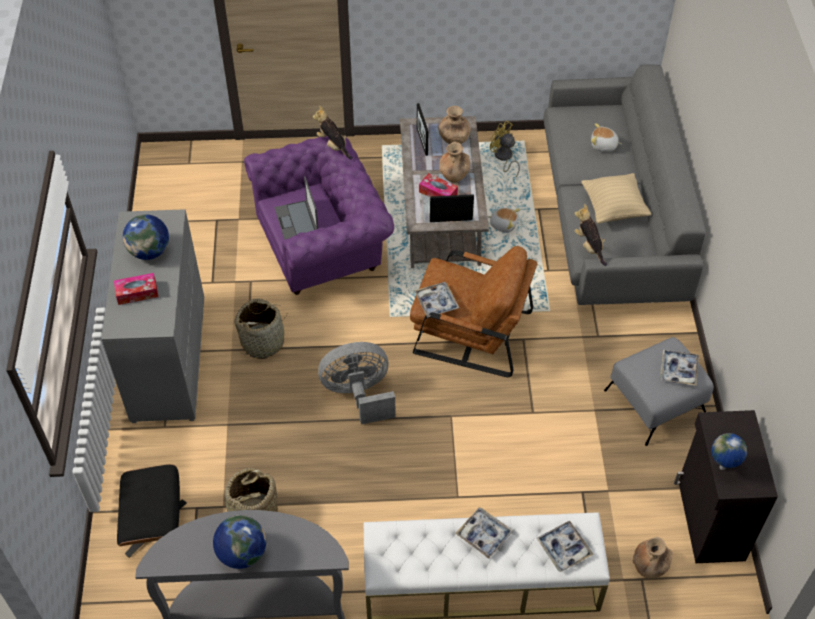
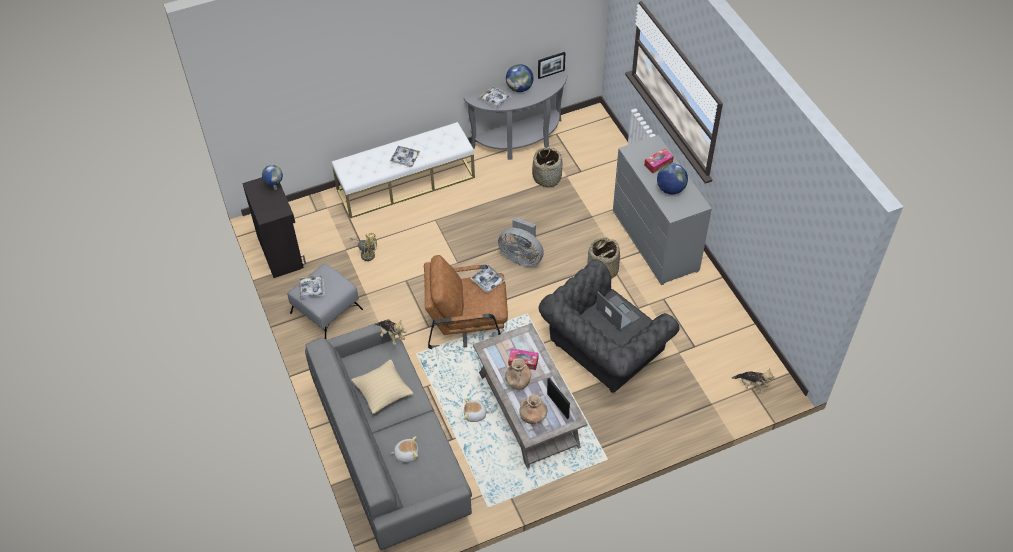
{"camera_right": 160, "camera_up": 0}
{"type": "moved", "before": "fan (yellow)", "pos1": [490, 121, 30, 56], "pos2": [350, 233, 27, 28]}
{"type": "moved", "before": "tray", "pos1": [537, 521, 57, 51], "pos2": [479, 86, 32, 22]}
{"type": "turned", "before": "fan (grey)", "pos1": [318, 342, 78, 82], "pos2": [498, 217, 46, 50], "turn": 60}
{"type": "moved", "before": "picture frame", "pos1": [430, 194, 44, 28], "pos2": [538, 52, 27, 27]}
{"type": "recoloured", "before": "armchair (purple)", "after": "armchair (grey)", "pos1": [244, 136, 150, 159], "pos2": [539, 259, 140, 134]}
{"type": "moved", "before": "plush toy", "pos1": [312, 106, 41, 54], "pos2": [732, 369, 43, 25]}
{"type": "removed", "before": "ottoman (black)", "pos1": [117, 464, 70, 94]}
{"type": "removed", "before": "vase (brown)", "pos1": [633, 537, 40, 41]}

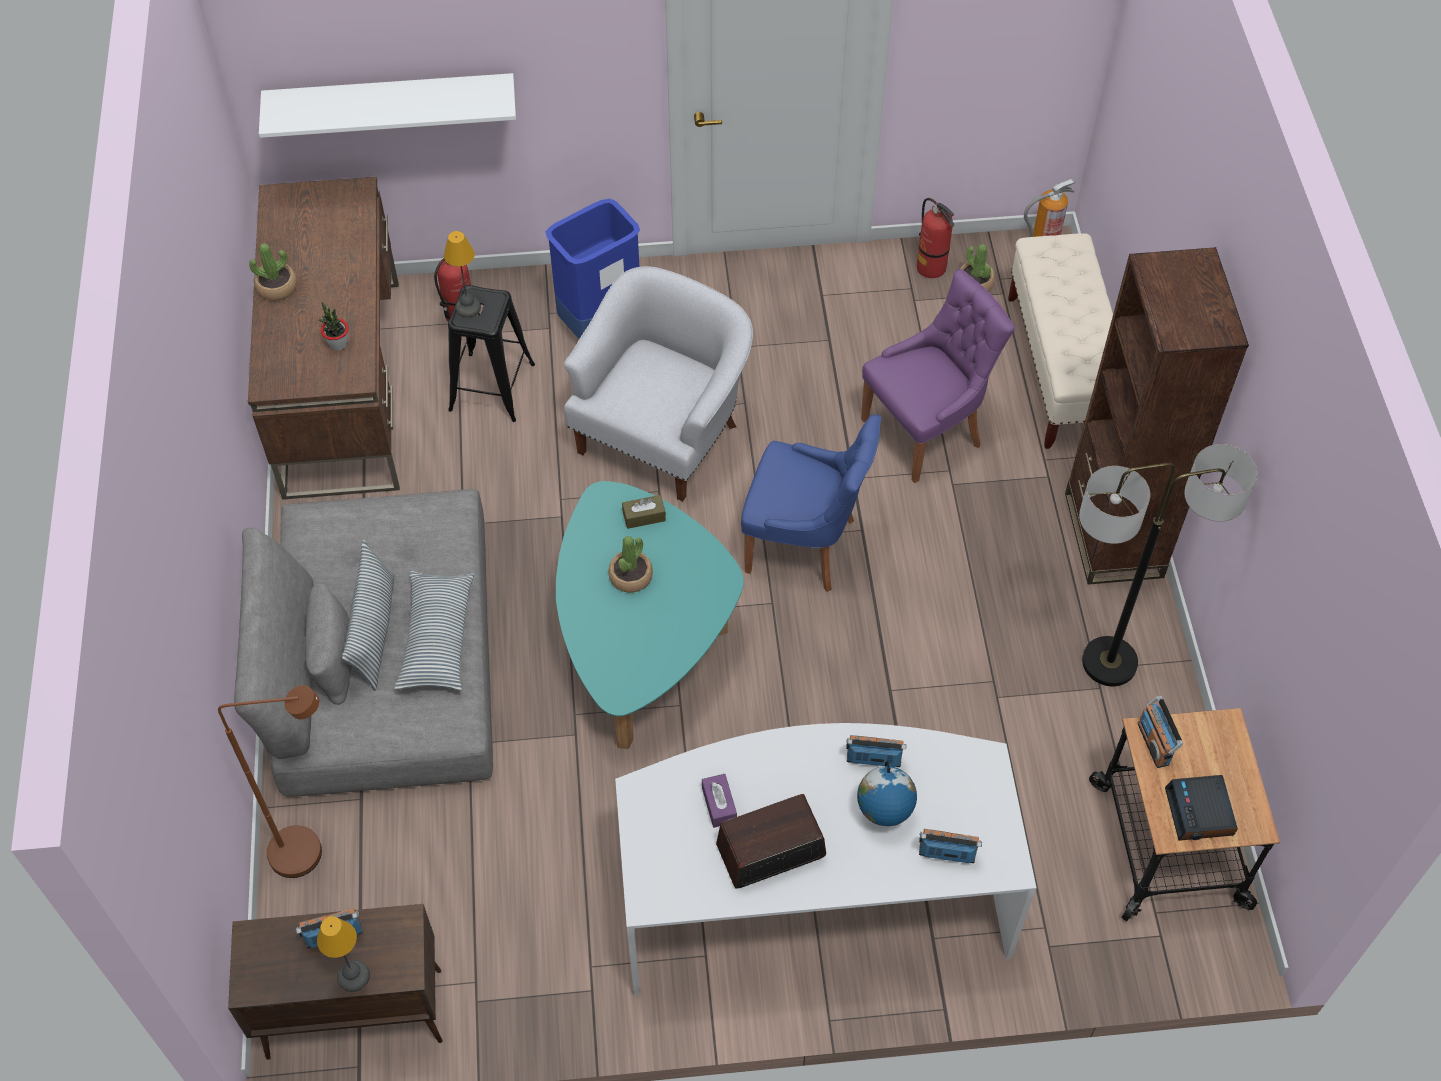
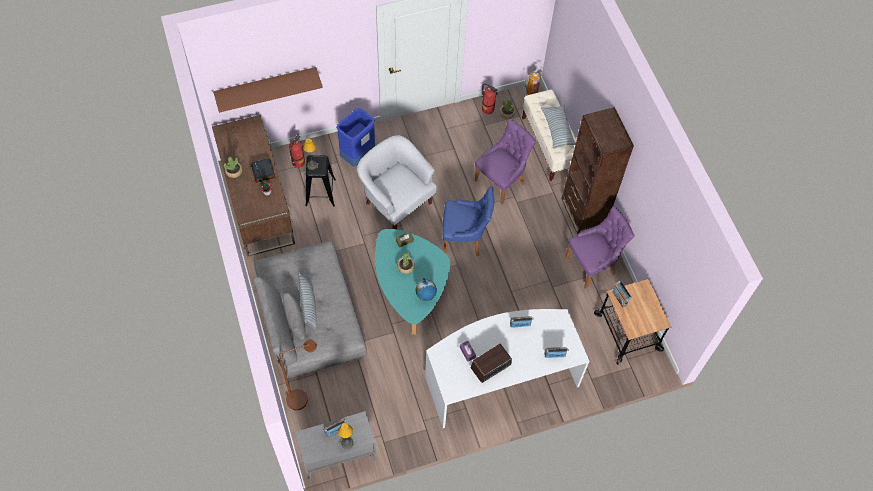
{"camera_right": -15, "camera_up": 5}
{"type": "recoloured", "before": "shelf (white)", "after": "shelf (brown)", "pos1": [259, 73, 257, 65], "pos2": [213, 67, 110, 46]}
{"type": "moved", "before": "alarm clock", "pos1": [1165, 775, 73, 66], "pos2": [251, 158, 24, 25]}
{"type": "recoloured", "before": "cabinet (brown)", "after": "cabinet (grey)", "pos1": [228, 904, 215, 156], "pos2": [295, 411, 81, 70]}
{"type": "turned", "before": "armchair (white)", "pos1": [564, 266, 189, 235], "pos2": [357, 136, 80, 93], "turn": -60}
{"type": "moved", "before": "globe", "pos1": [857, 761, 60, 65], "pos2": [416, 278, 21, 23]}
{"type": "moved", "before": "pillow", "pos1": [394, 571, 80, 120], "pos2": [541, 105, 35, 44]}
{"type": "replaced", "before": "floor lamp", "after": "chair (purple)", "pos1": [1079, 444, 178, 242], "pos2": [565, 206, 70, 83]}

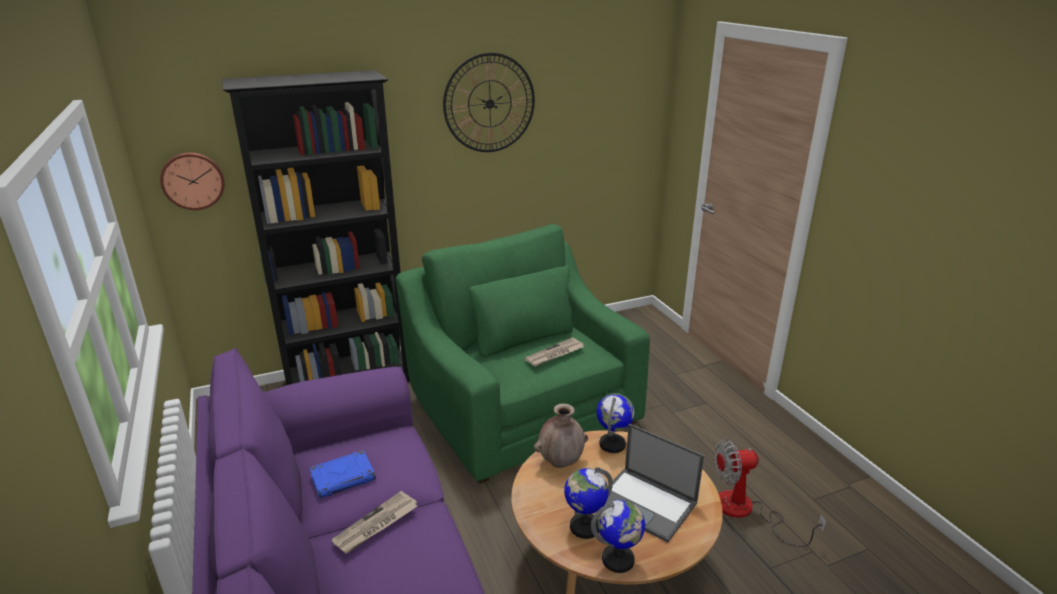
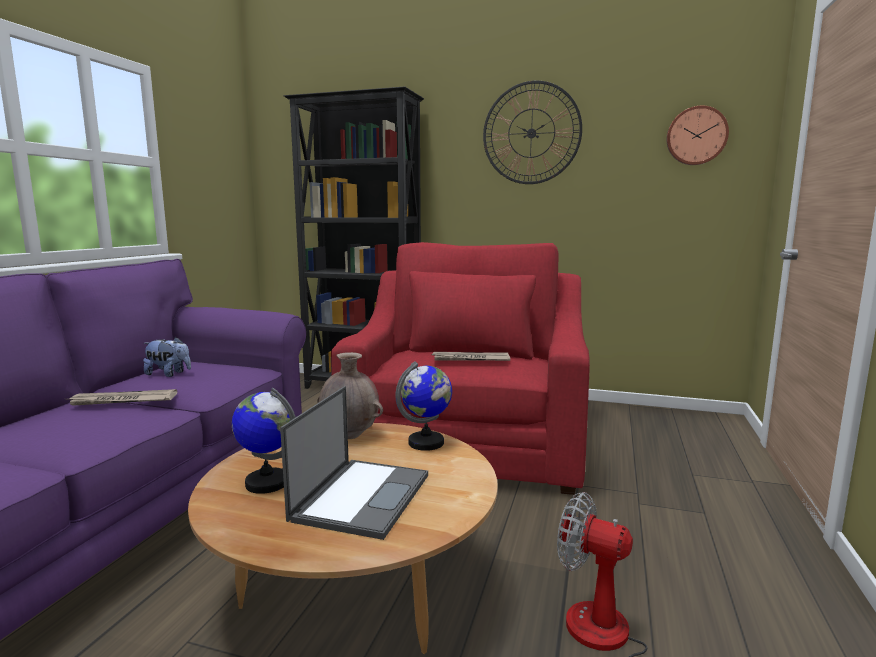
{"camera_right": 40, "camera_up": -15}
{"type": "replaced", "before": "book (blue)", "after": "plush toy", "pos1": [309, 450, 67, 48], "pos2": [143, 337, 48, 40]}
{"type": "turned", "before": "laptop", "pos1": [604, 424, 100, 119], "pos2": [280, 386, 148, 154], "turn": -150}
{"type": "recoloured", "before": "armchair (green)", "after": "armchair (red)", "pos1": [396, 224, 254, 260], "pos2": [331, 242, 259, 253]}
{"type": "moved", "before": "wall clock", "pos1": [160, 152, 65, 58], "pos2": [667, 105, 62, 60]}
{"type": "removed", "before": "globe", "pos1": [591, 500, 54, 73]}

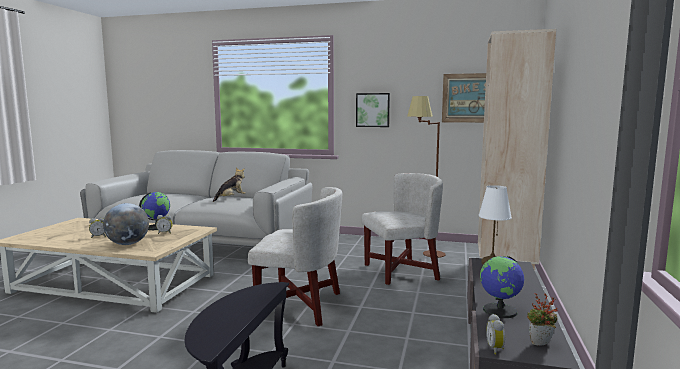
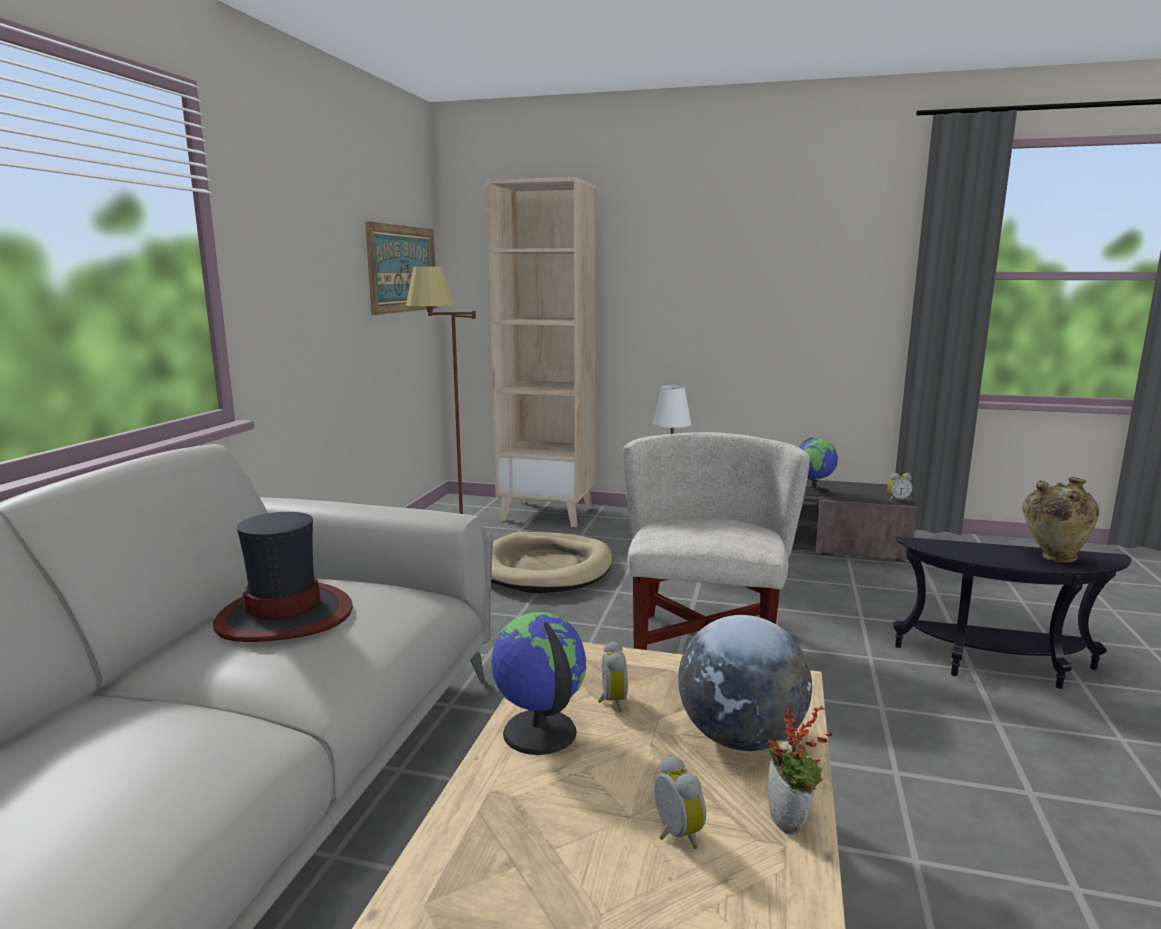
{"camera_right": -90, "camera_up": 5}
{"type": "replaced", "before": "plush toy", "after": "hat", "pos1": [213, 168, 33, 34], "pos2": [213, 512, 140, 130]}
{"type": "replaced", "before": "armchair (white)", "after": "dog bed (beige)", "pos1": [361, 173, 82, 112], "pos2": [491, 532, 121, 61]}
{"type": "moved", "before": "potted plant", "pos1": [527, 293, 31, 53], "pos2": [768, 705, 65, 131]}
{"type": "added", "after": "vase (beige)", "pos2": [1022, 477, 78, 85]}
{"type": "removed", "before": "picture", "pos1": [356, 93, 34, 34]}

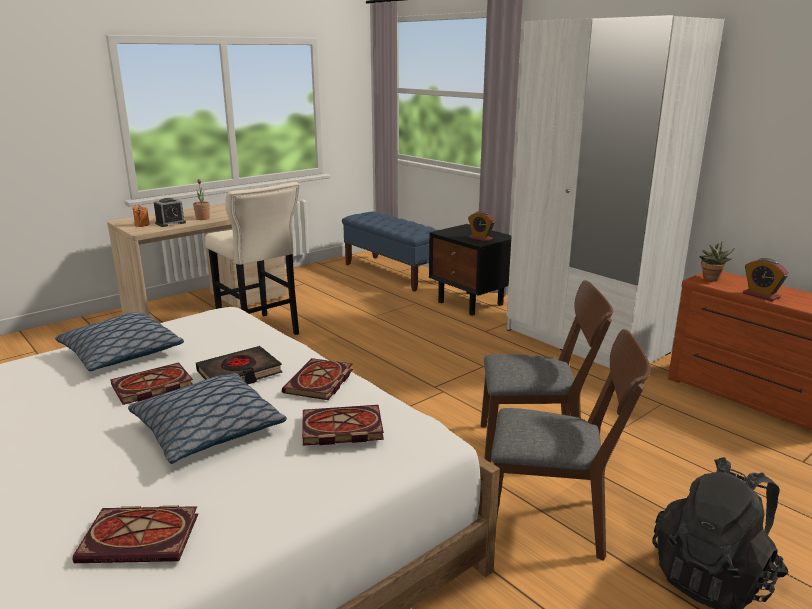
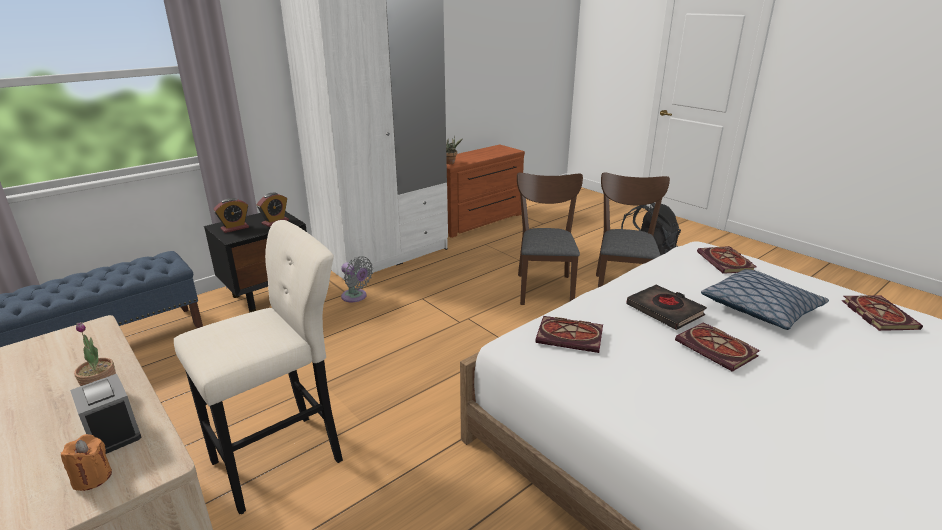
{"camera_right": -90, "camera_up": 5}
{"type": "moved", "before": "alarm clock", "pos1": [743, 258, 46, 43], "pos2": [214, 198, 35, 35]}
{"type": "added", "after": "fan (grey)", "pos2": [341, 256, 32, 46]}
{"type": "moved", "before": "book", "pos1": [282, 358, 71, 42], "pos2": [535, 316, 68, 37]}
{"type": "removed", "before": "pillow", "pos1": [55, 312, 129, 59]}

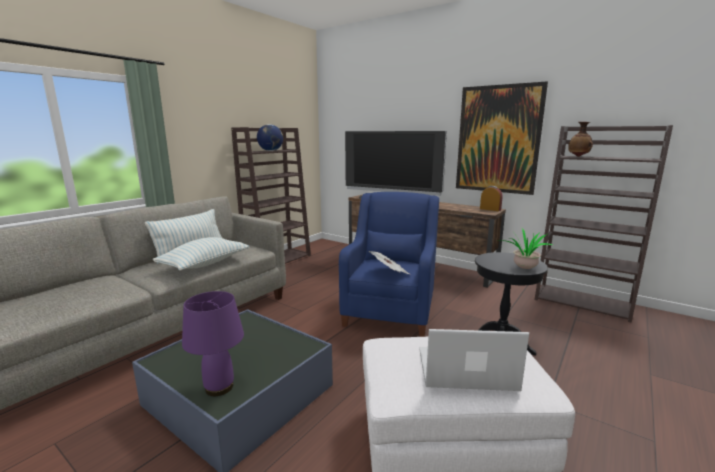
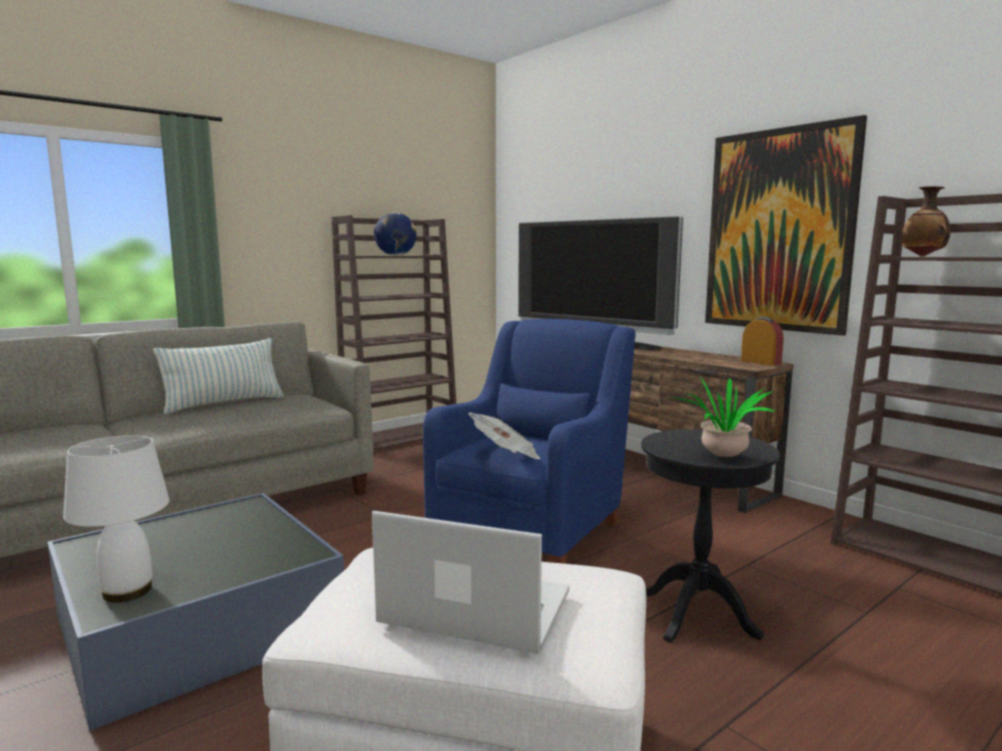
{"camera_right": 15, "camera_up": -5}
{"type": "recoloured", "before": "table lamp (purple)", "after": "table lamp (white)", "pos1": [182, 291, 62, 105], "pos2": [63, 435, 106, 168]}
{"type": "removed", "before": "pillow", "pos1": [153, 237, 97, 34]}

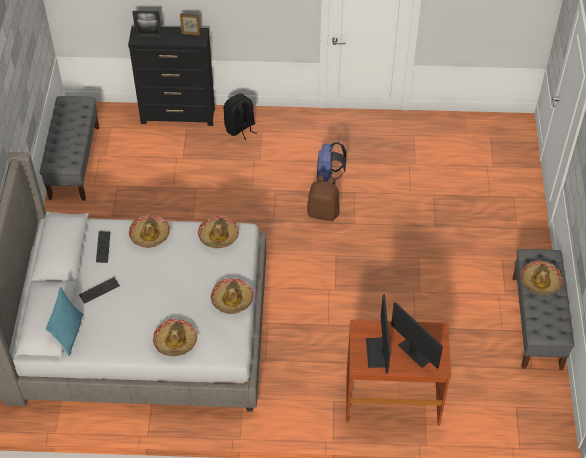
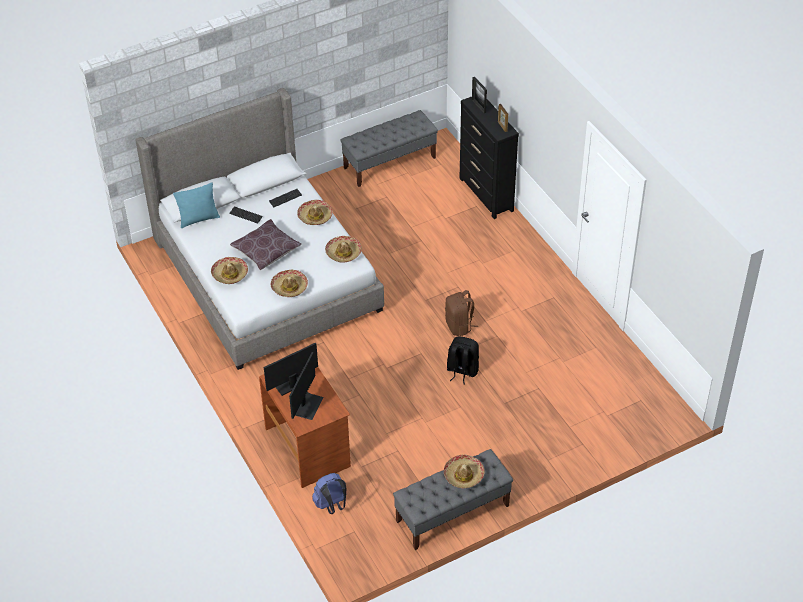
{"camera_right": 60, "camera_up": -5}
{"type": "added", "after": "pillow (brown)", "pos2": [230, 219, 71, 51]}
{"type": "moved", "before": "backpack (blue)", "pos1": [317, 142, 30, 40], "pos2": [312, 473, 34, 41]}
{"type": "moved", "before": "backpack (black)", "pos1": [224, 94, 33, 46], "pos2": [447, 336, 32, 49]}

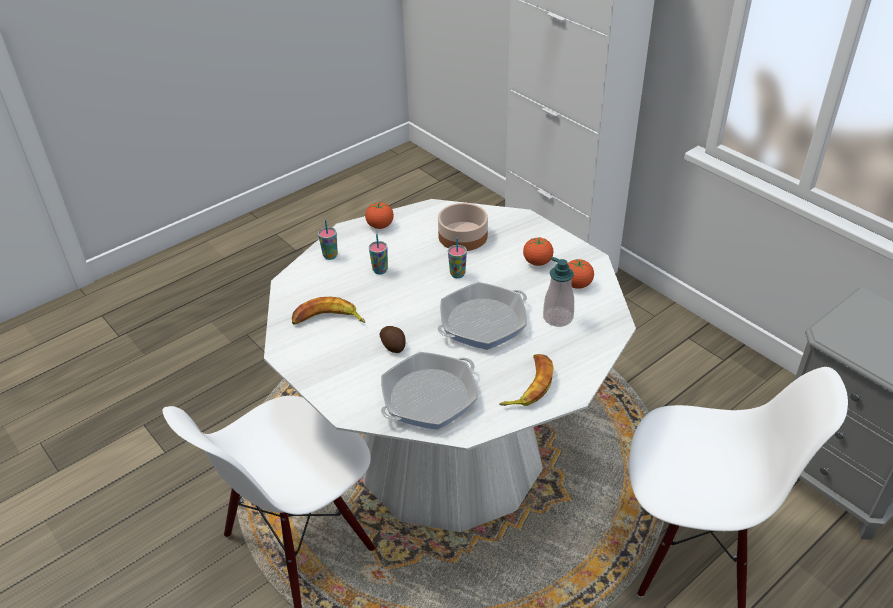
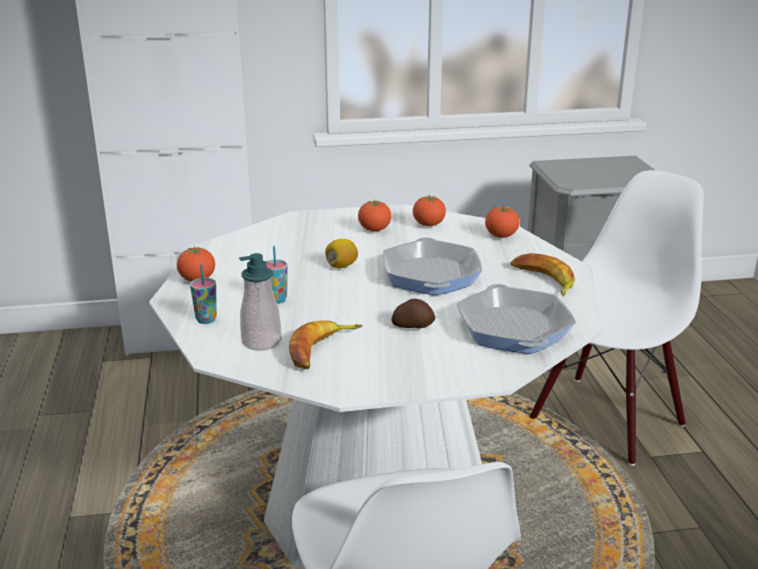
{"camera_right": -60, "camera_up": -15}
{"type": "moved", "before": "soap dispenser", "pos1": [543, 257, 31, 70], "pos2": [239, 253, 43, 98]}
{"type": "replaced", "before": "cup", "after": "lemon", "pos1": [448, 238, 19, 40], "pos2": [325, 239, 33, 29]}
{"type": "added", "after": "tomato", "pos2": [485, 205, 34, 33]}
{"type": "removed", "before": "bowl", "pos1": [438, 203, 50, 48]}

